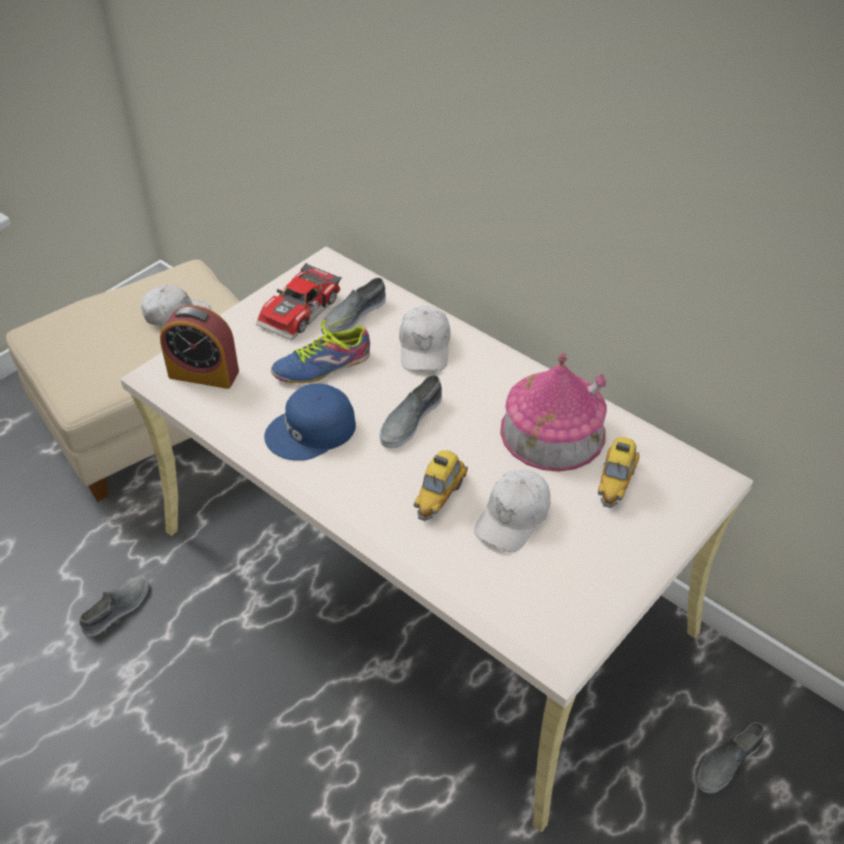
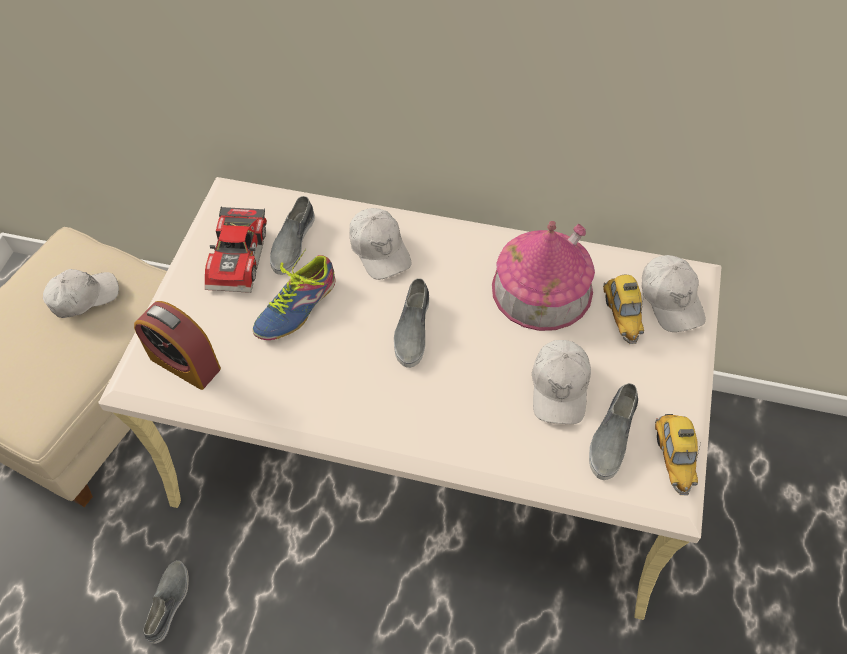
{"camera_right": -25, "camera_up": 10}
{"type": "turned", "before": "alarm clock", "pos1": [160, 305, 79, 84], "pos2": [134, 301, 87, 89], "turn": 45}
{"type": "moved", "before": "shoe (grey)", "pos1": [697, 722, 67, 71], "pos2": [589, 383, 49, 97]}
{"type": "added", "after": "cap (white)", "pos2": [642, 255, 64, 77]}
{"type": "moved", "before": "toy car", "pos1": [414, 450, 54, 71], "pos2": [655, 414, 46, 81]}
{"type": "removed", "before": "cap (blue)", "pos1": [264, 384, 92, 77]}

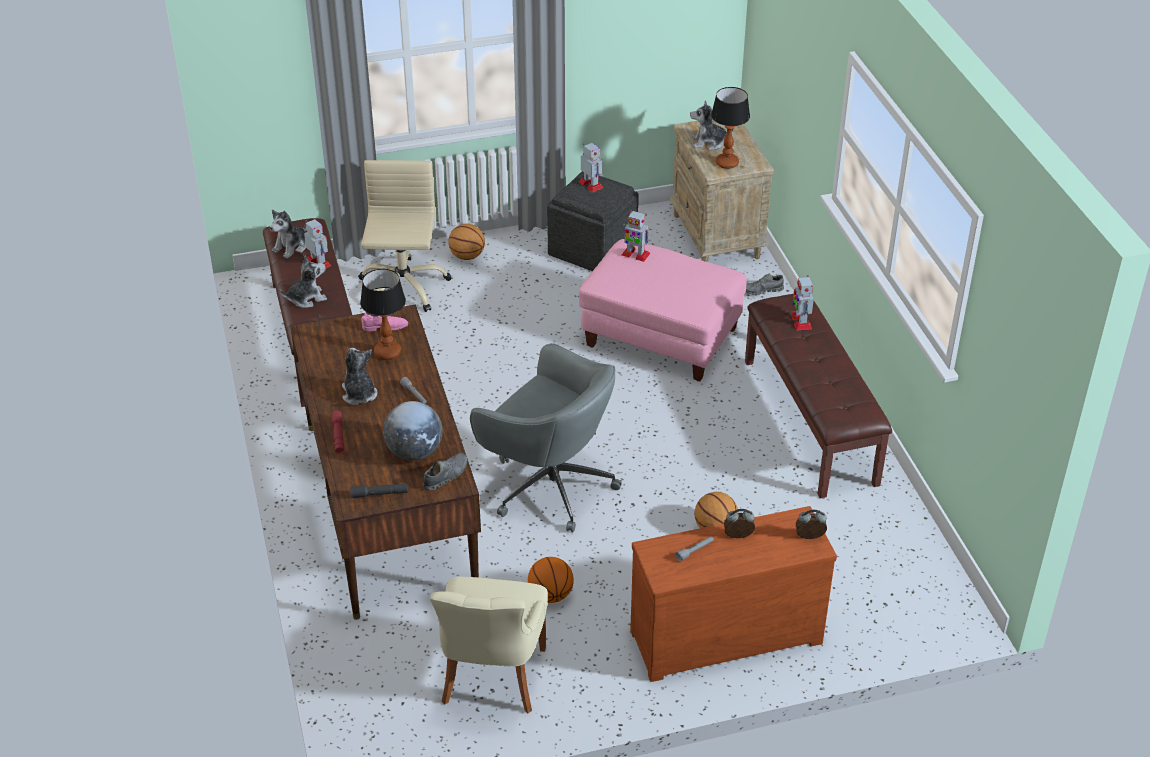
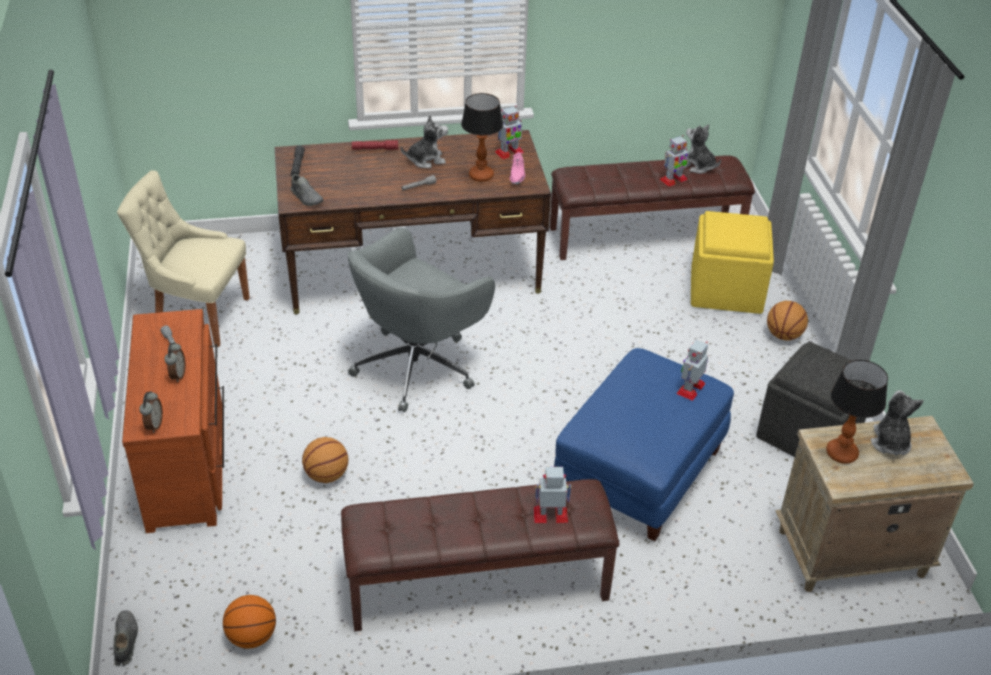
{"camera_right": 95, "camera_up": 0}
{"type": "moved", "before": "shoe (grey)", "pos1": [746, 273, 38, 22], "pos2": [114, 610, 24, 56]}
{"type": "moved", "before": "basketball", "pos1": [528, 557, 46, 46], "pos2": [223, 595, 53, 54]}
{"type": "moved", "before": "toy robot", "pos1": [578, 143, 26, 50], "pos2": [495, 106, 29, 53]}
{"type": "recoloured", "before": "ottoman (pink)", "after": "ottoman (blue)", "pos1": [579, 239, 168, 142], "pos2": [554, 348, 180, 193]}
{"type": "replaced", "before": "office chair (beige)", "after": "ottoman (yellow)", "pos1": [358, 160, 94, 152], "pos2": [691, 211, 83, 103]}
{"type": "removed", "before": "plush toy", "pos1": [280, 255, 47, 53]}
{"type": "removed", "before": "globe", "pos1": [383, 401, 60, 60]}

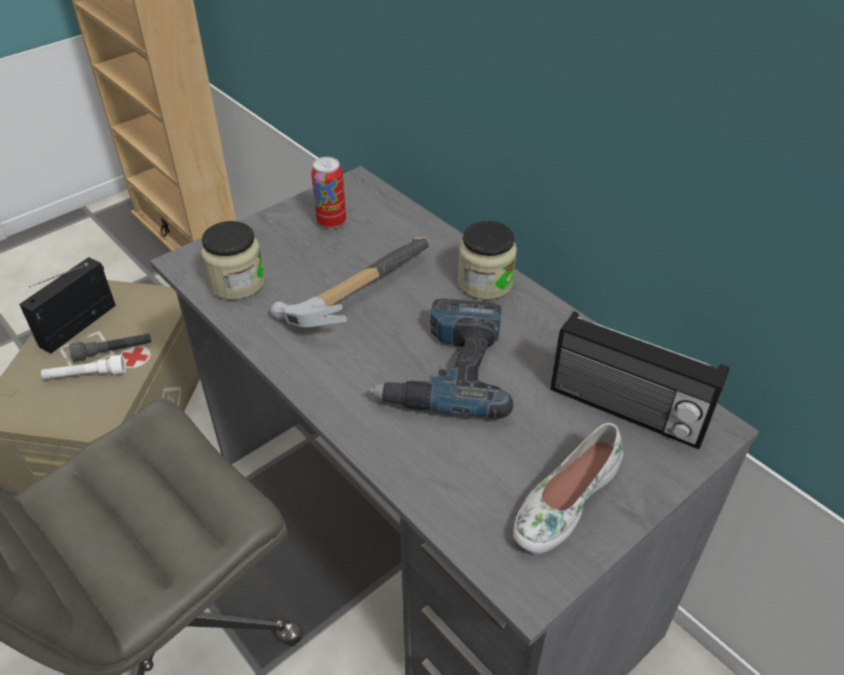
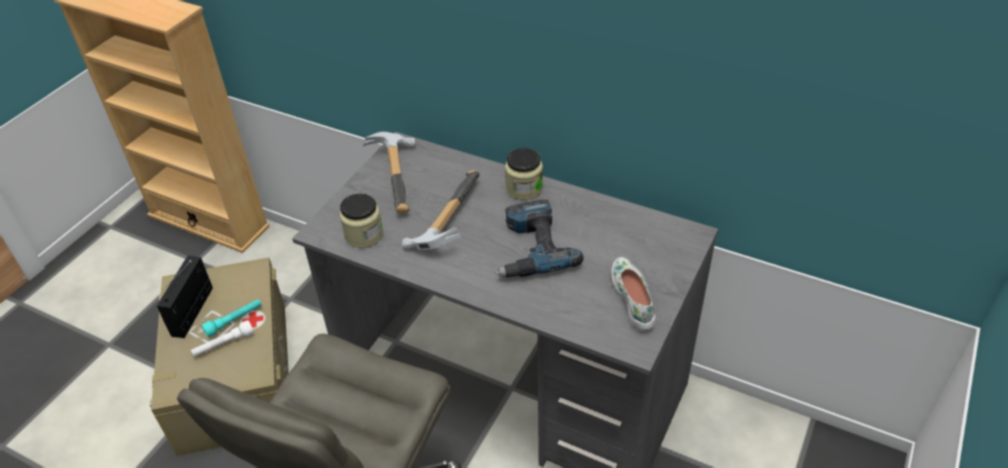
{"camera_right": -20, "camera_up": 0}
{"type": "recoloured", "before": "flashlight (grey)", "after": "flashlight (turquoise)", "pos1": [69, 334, 82, 28], "pos2": [201, 299, 61, 39]}
{"type": "replaced", "before": "can", "after": "hammer", "pos1": [311, 157, 35, 72], "pos2": [363, 132, 52, 81]}
{"type": "turned", "before": "shoe (white)", "pos1": [513, 423, 110, 131], "pos2": [611, 257, 45, 74], "turn": 150}
{"type": "removed", "before": "radio", "pos1": [550, 311, 179, 138]}

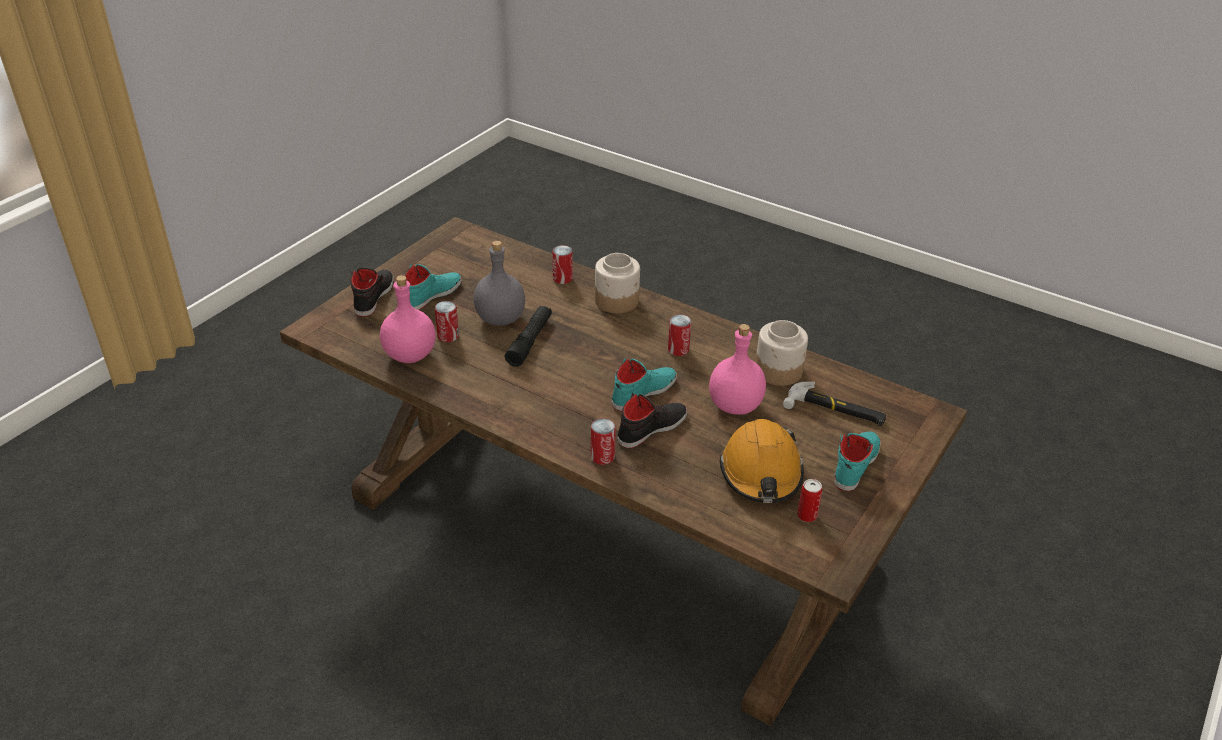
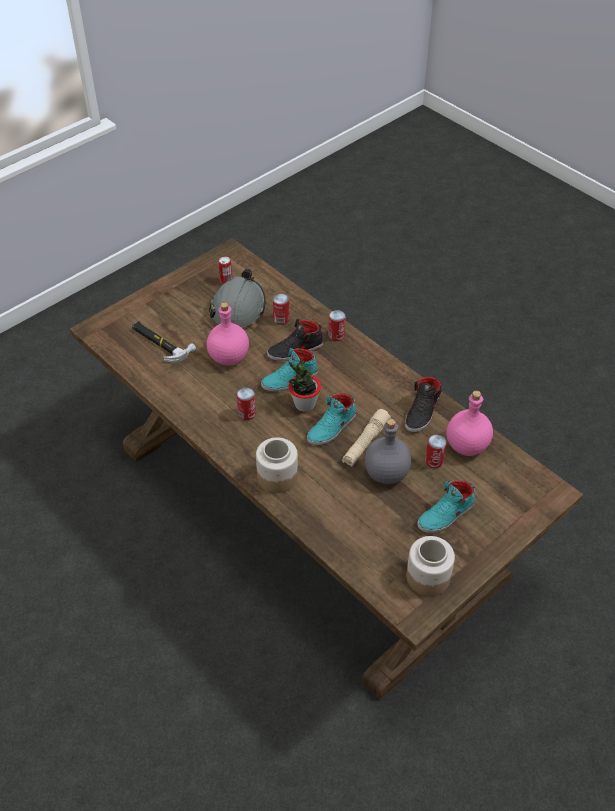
{"camera_right": -165, "camera_up": 10}
{"type": "recoloured", "before": "hard hat (orange)", "after": "hard hat (grey)", "pos1": [719, 419, 85, 84], "pos2": [209, 269, 57, 59]}
{"type": "moved", "before": "can", "pos1": [552, 245, 21, 39], "pos2": [273, 294, 17, 31]}
{"type": "added", "after": "potted plant", "pos2": [288, 360, 33, 52]}
{"type": "moved", "before": "shoe (turquoise)", "pos1": [834, 431, 47, 60], "pos2": [307, 393, 49, 52]}
{"type": "recoloured", "before": "flashlight (black)", "after": "flashlight (beige)", "pos1": [505, 306, 47, 61], "pos2": [342, 409, 49, 58]}
{"type": "moved", "before": "shoe (black)", "pos1": [351, 267, 43, 50], "pos2": [405, 376, 37, 56]}
{"type": "moved", "before": "jar", "pos1": [755, 320, 53, 66], "pos2": [406, 536, 49, 60]}

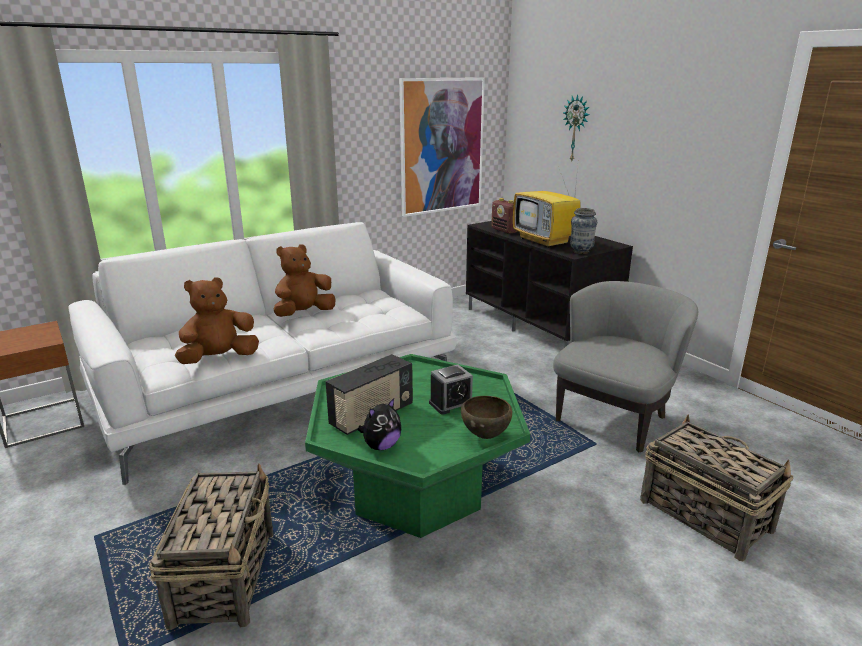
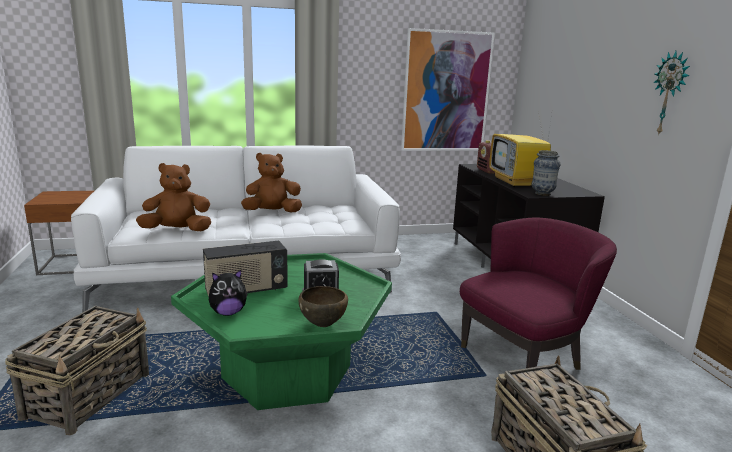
{"camera_right": 20, "camera_up": -5}
{"type": "recoloured", "before": "armchair (grey)", "after": "armchair (purple)", "pos1": [553, 281, 145, 171], "pos2": [460, 218, 157, 152]}
{"type": "moved", "before": "wall clock", "pos1": [563, 94, 26, 68], "pos2": [653, 51, 37, 85]}

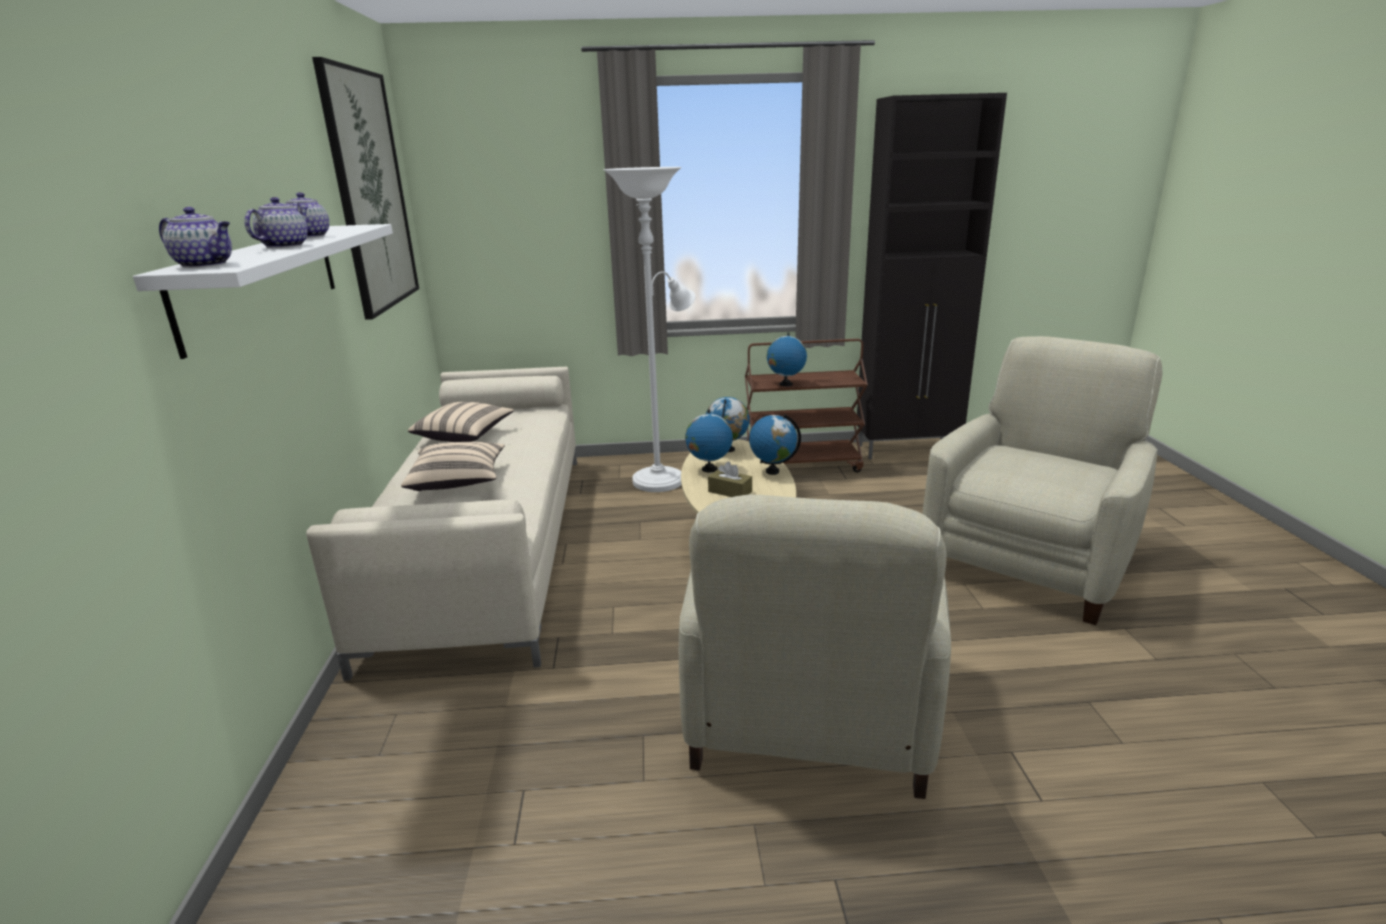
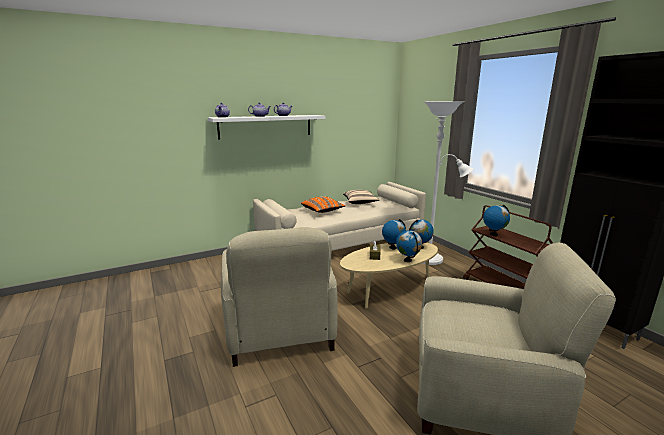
{"camera_right": 65, "camera_up": -5}
{"type": "turned", "before": "armchair (beige)", "pos1": [679, 495, 272, 304], "pos2": [221, 227, 117, 140], "turn": -90}
{"type": "recoloured", "before": "pillow (beige)", "after": "pillow (orange)", "pos1": [401, 442, 104, 49], "pos2": [301, 196, 44, 17]}
{"type": "removed", "before": "picture", "pos1": [312, 57, 107, 263]}

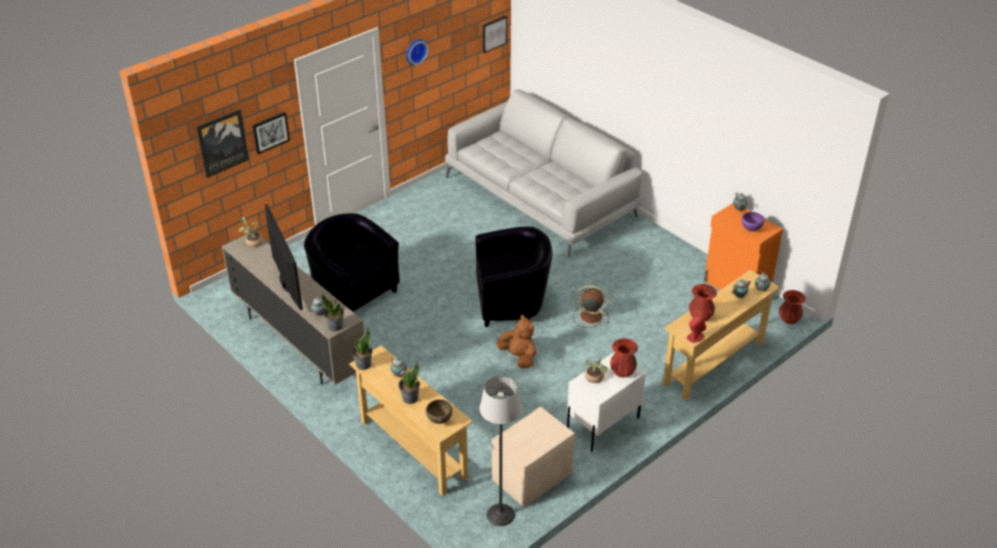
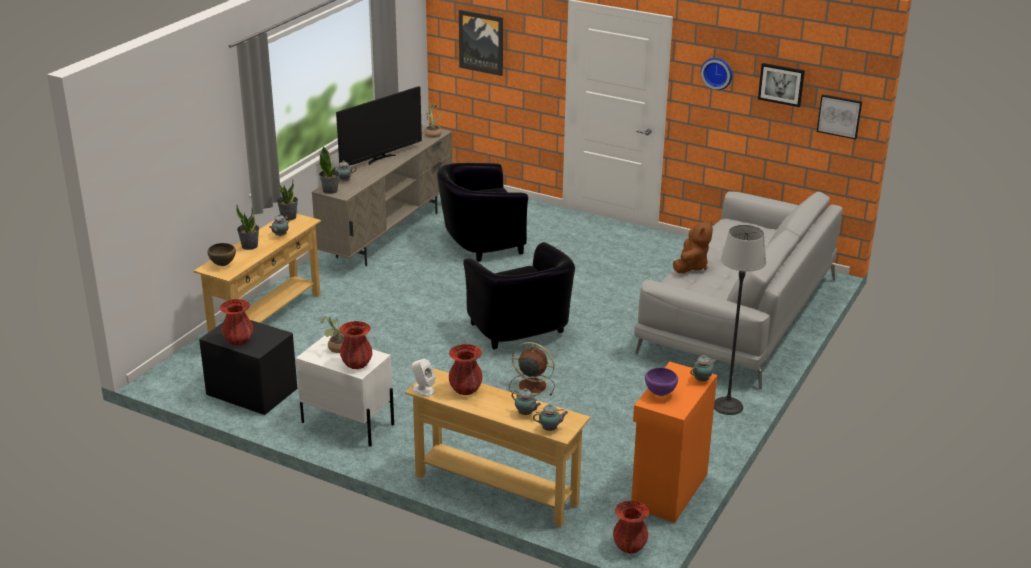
{"camera_right": 70, "camera_up": -10}
{"type": "recoloured", "before": "nightstand (beige)", "after": "nightstand (black)", "pos1": [492, 407, 83, 101], "pos2": [199, 320, 98, 95]}
{"type": "added", "after": "vase (red)", "pos2": [220, 299, 33, 46]}
{"type": "recoloured", "before": "speaker (red)", "after": "speaker (white)", "pos1": [687, 315, 20, 28], "pos2": [412, 359, 23, 38]}
{"type": "turned", "before": "armchair (black)", "pos1": [304, 213, 95, 99], "pos2": [437, 163, 91, 99], "turn": -135}
{"type": "turned", "before": "fan (brown)", "pos1": [573, 286, 37, 42], "pos2": [509, 342, 46, 54], "turn": -60}
{"type": "moved", "before": "plush toy (brown)", "pos1": [496, 315, 40, 53], "pos2": [673, 220, 40, 53]}
{"type": "moved", "before": "floor lamp", "pos1": [480, 376, 42, 150], "pos2": [714, 225, 52, 190]}
{"type": "moved", "before": "picture", "pos1": [252, 112, 38, 42], "pos2": [758, 63, 47, 44]}

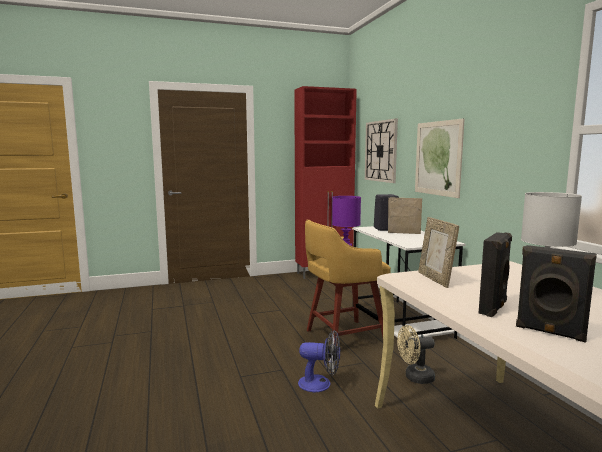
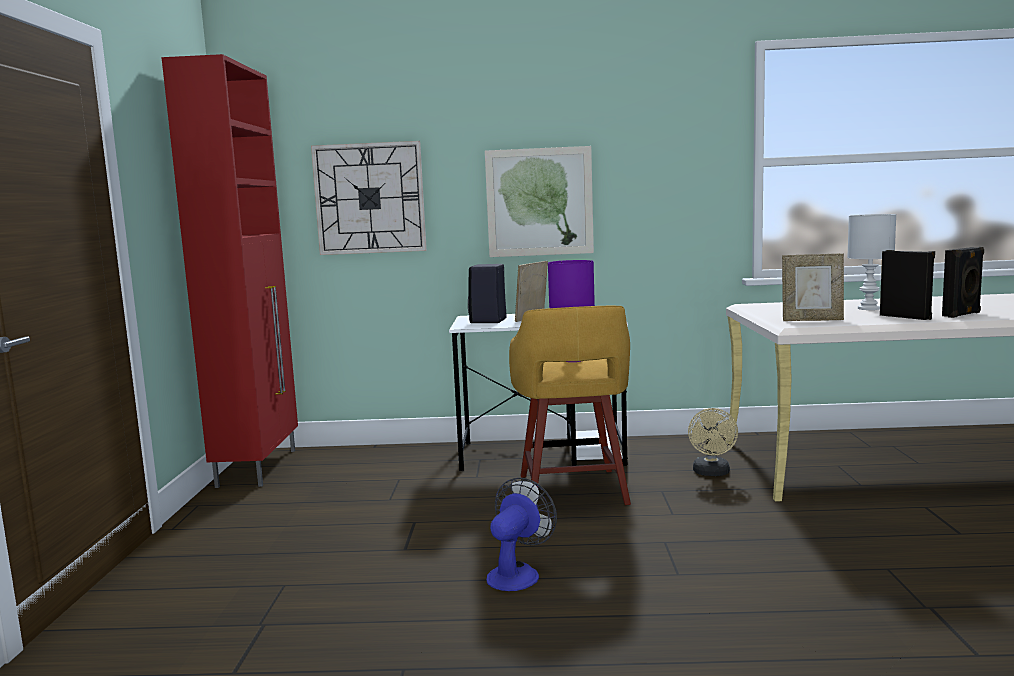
{"camera_right": -70, "camera_up": 0}
{"type": "moved", "before": "fan", "pos1": [298, 330, 42, 62], "pos2": [486, 478, 71, 113]}

